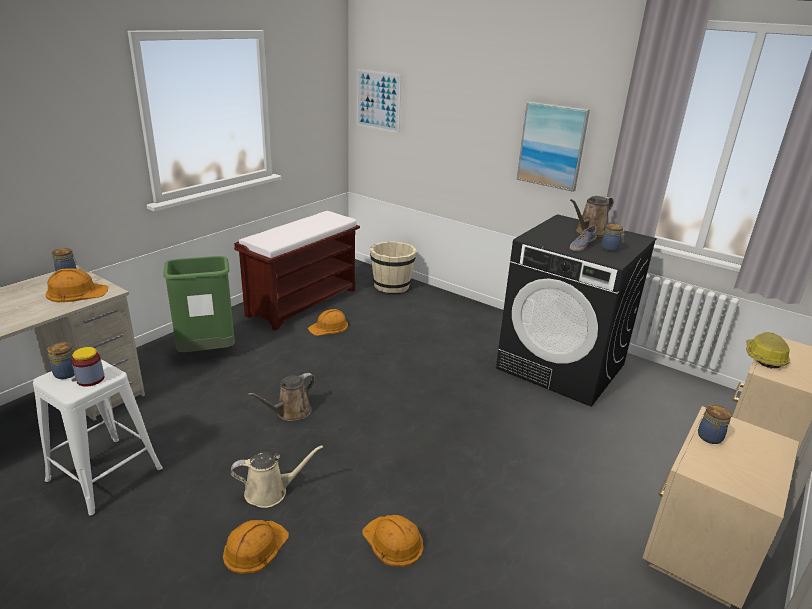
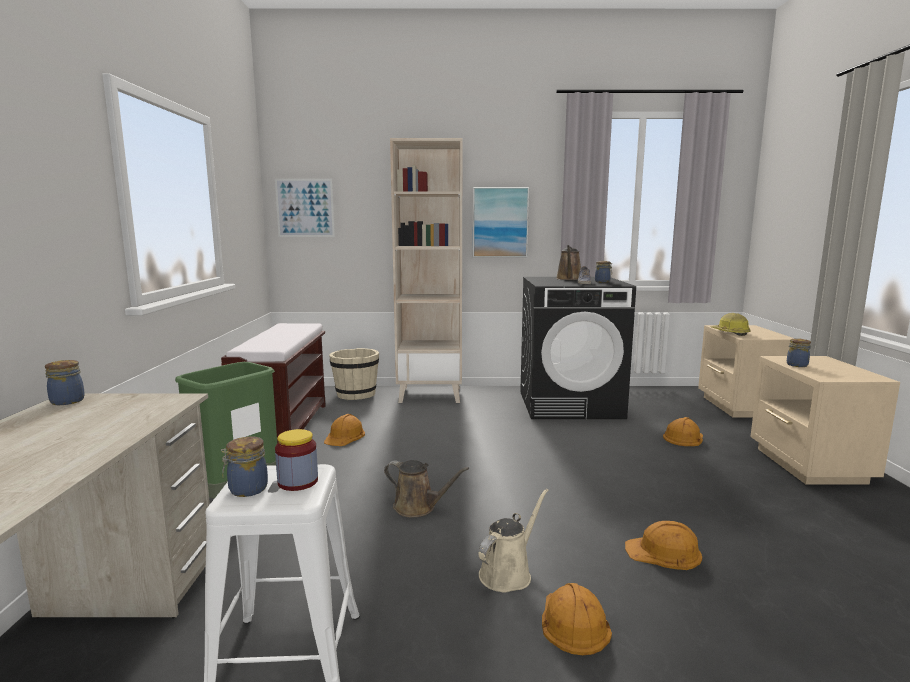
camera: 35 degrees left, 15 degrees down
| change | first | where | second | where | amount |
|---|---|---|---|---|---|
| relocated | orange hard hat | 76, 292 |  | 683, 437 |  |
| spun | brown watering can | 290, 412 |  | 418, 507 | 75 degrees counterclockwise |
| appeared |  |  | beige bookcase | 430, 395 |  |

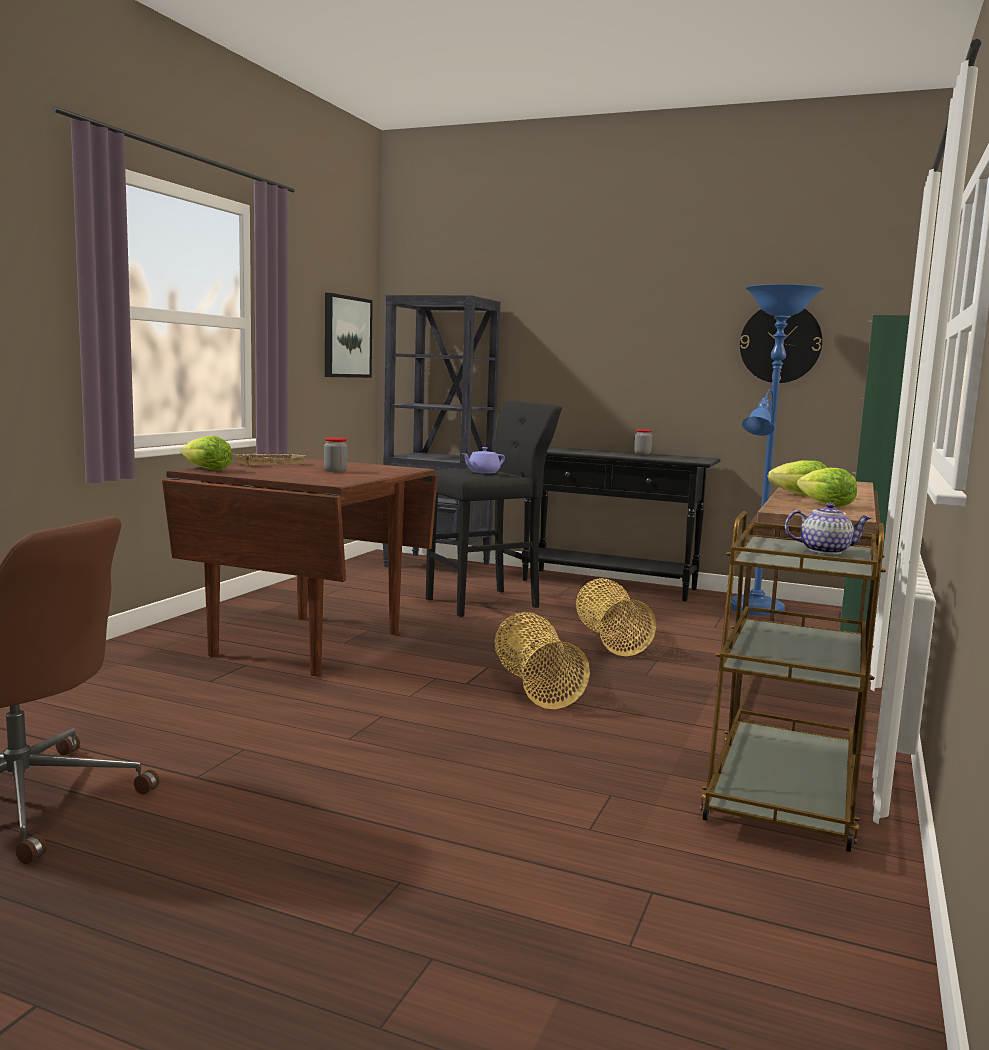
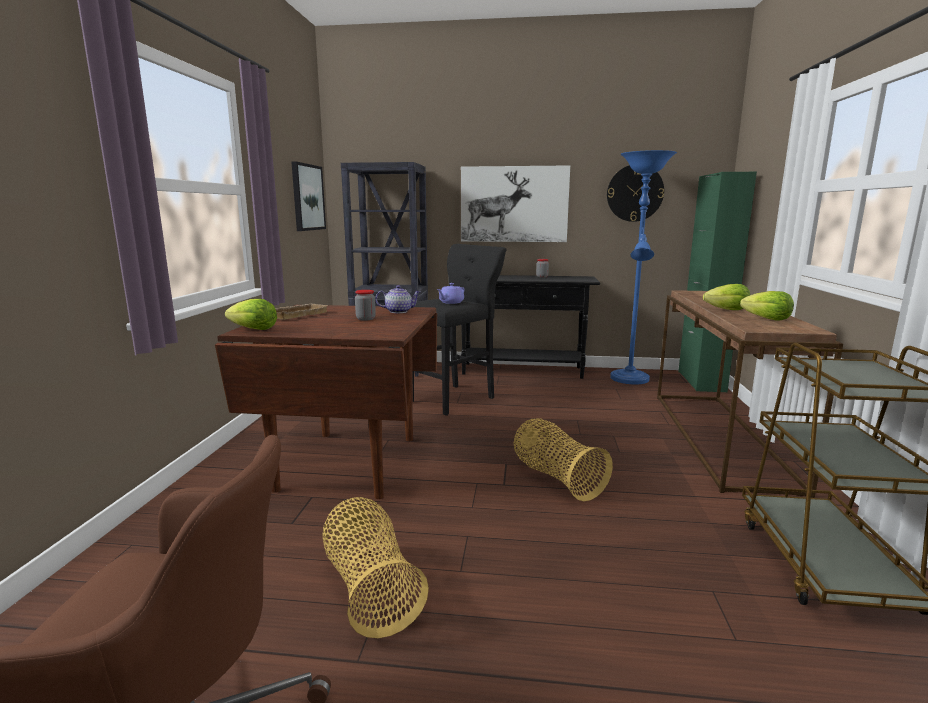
camera: 15 degrees left, 5 degrees up
| change | first | where | second | where | amount |
|---|---|---|---|---|---|
| relocated | teapot | 825, 550 |  | 399, 311 |  |
| relocated | basket | 610, 640 |  | 370, 588 |  |
| appeared |  |  | picture | 514, 204 |  |

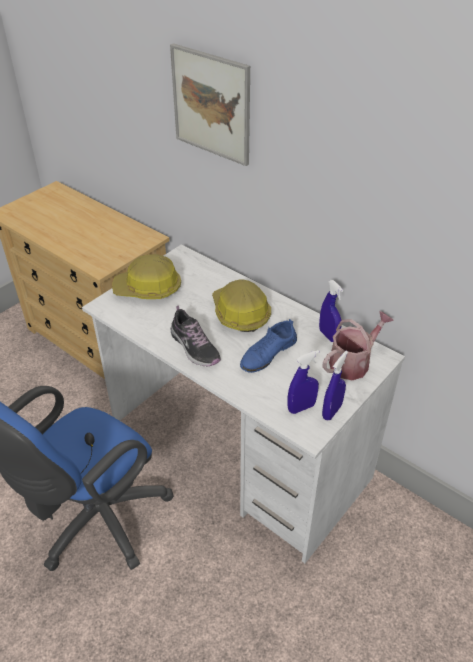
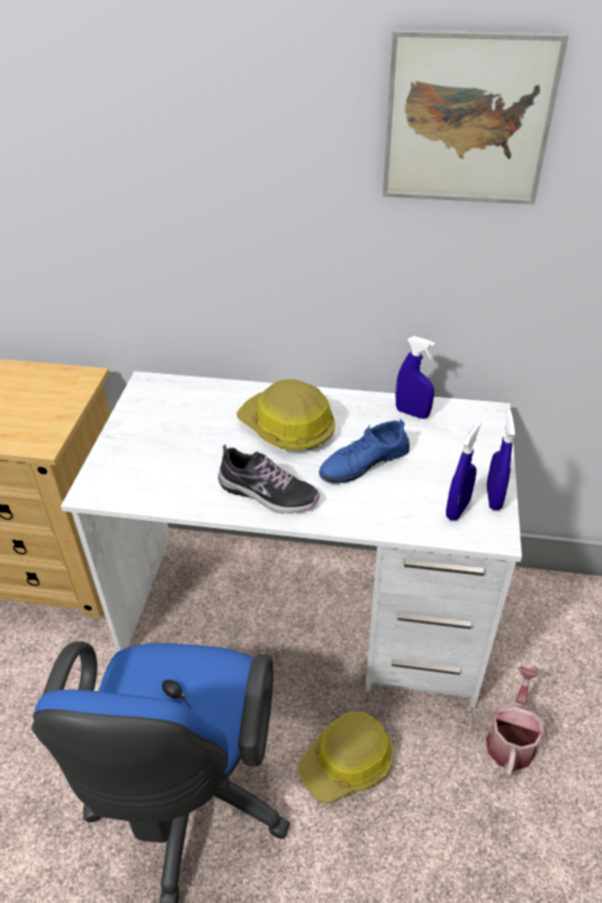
camera: 30 degrees left, 0 degrees up
| change | first | where | second | where | amount |
|---|---|---|---|---|---|
| relocated | picture | 211, 104 |  | 467, 120 |  |
| relocated | hard hat | 148, 289 |  | 348, 763 |  |
| relocated | watering can | 353, 363 |  | 511, 739 |  |
| spun | blue shoe | 268, 353 |  | 364, 462 | 45 degrees clockwise |

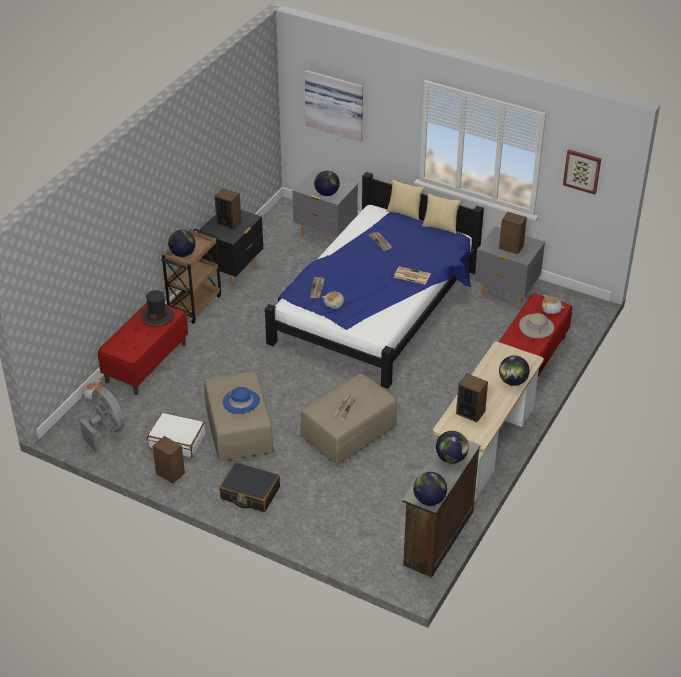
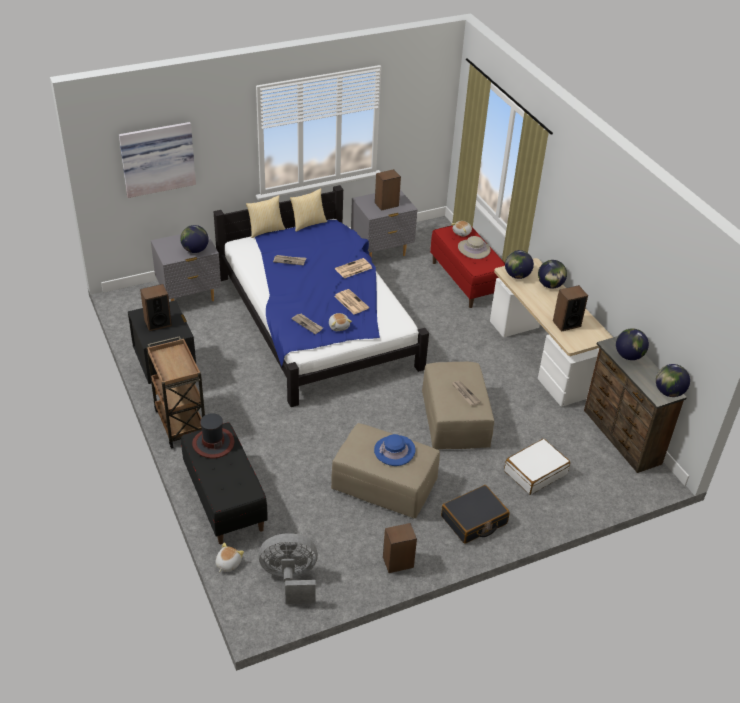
camera: 55 degrees left, 0 degrees up
| change | first | where | second | where | amount |
|---|---|---|---|---|---|
| missing | picture | 582, 171 |  |  |  |
| relocated | globe | 182, 254 |  | 517, 275 |  |
| colour | red bench | 146, 363 | black bench | 224, 499 |  |
| relocated | white suitcase | 177, 440 |  | 535, 472 |  |
| appeared |  |  | newspaper | 350, 302 |  |

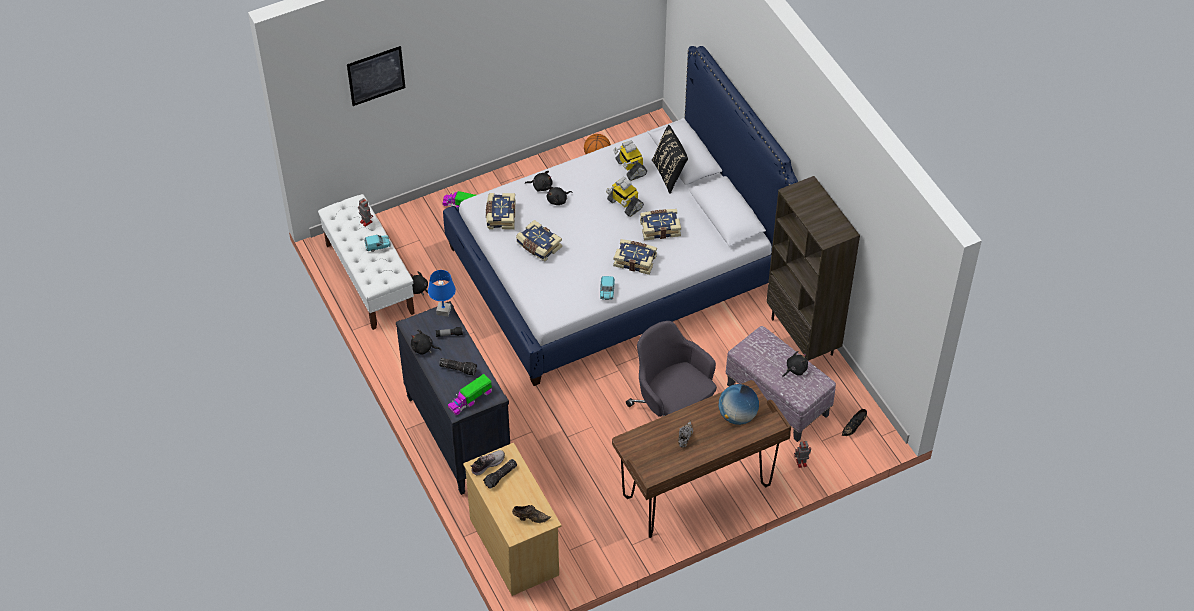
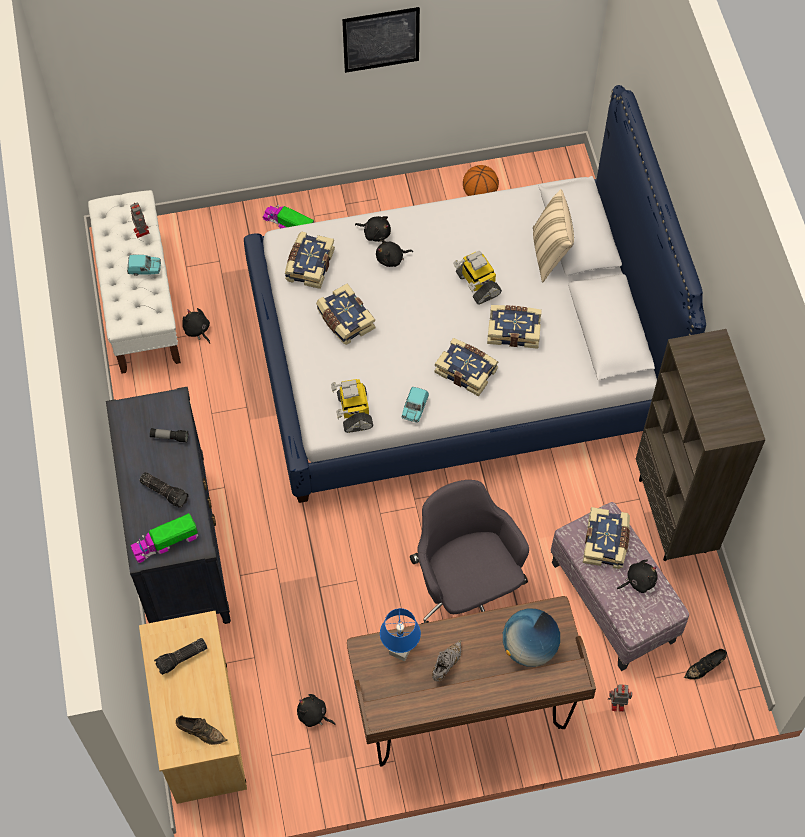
camera: 15 degrees right, 10 degrees up
| change | first | where | second | where | amount |
|---|---|---|---|---|---|
| relocated | picture | 376, 75 |  | 381, 39 |  |
| colour | black pillow | 669, 174 | beige pillow | 550, 253 |  |
| relocated | toy robot | 630, 168 |  | 353, 411 |  |
| relocated | blue table lamp | 444, 311 |  | 400, 650 |  |
| relocated | black plush toy | 423, 348 |  | 313, 715 |  |
| missing | shoe | 487, 464 |  |  |  |
| appeared |  |  | book | 606, 542 |  |

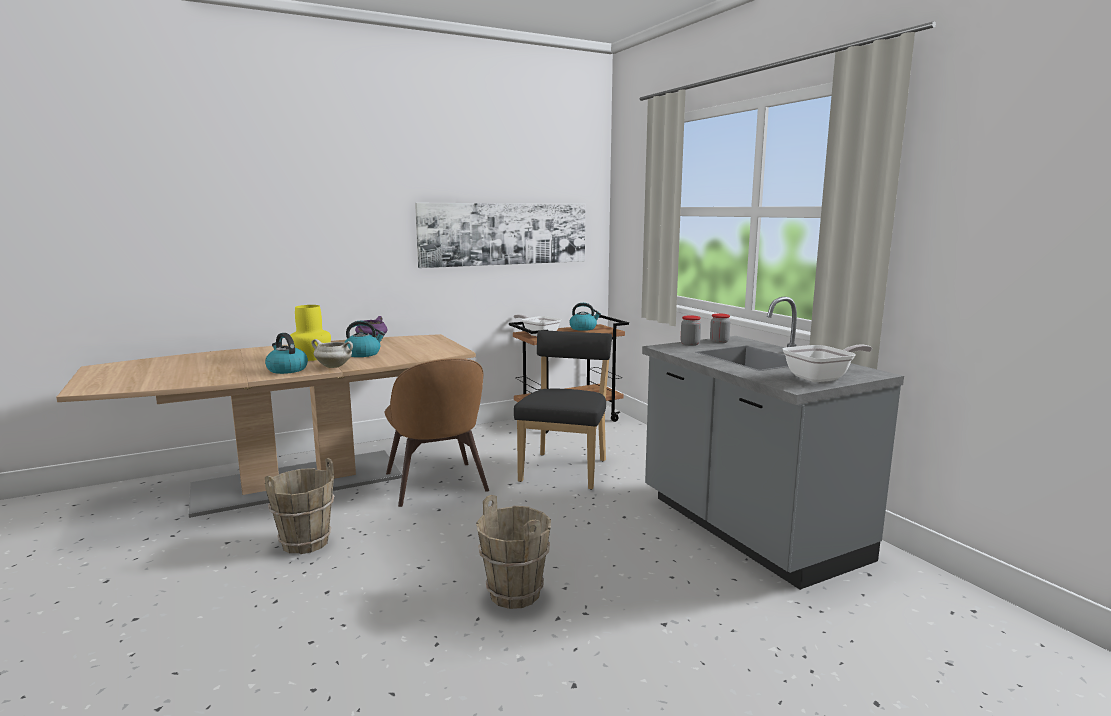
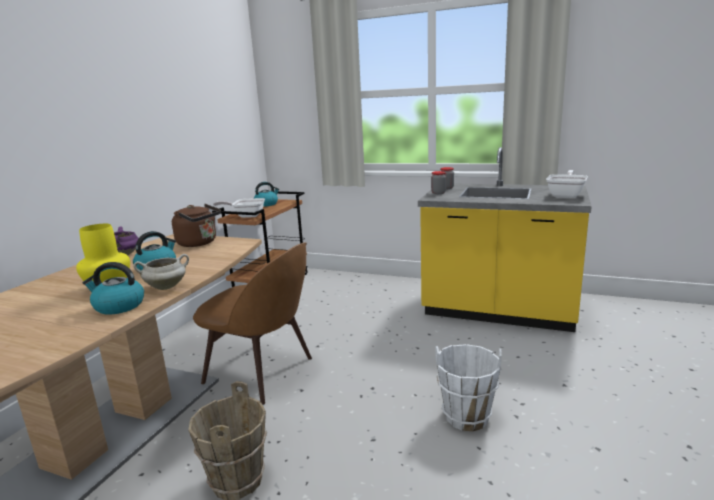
camera: 40 degrees left, 5 degrees up
| change | first | where | second | where | amount |
|---|---|---|---|---|---|
| missing | picture | 504, 234 |  |  |  |
| colour | grey counter | 748, 529 | yellow counter | 498, 311 |  |
| missing | black chair | 566, 469 |  |  |  |
| colour | brown bucket | 515, 593 | white bucket | 466, 417 |  |
| appeared |  |  | brown kettle | 199, 243 |  |

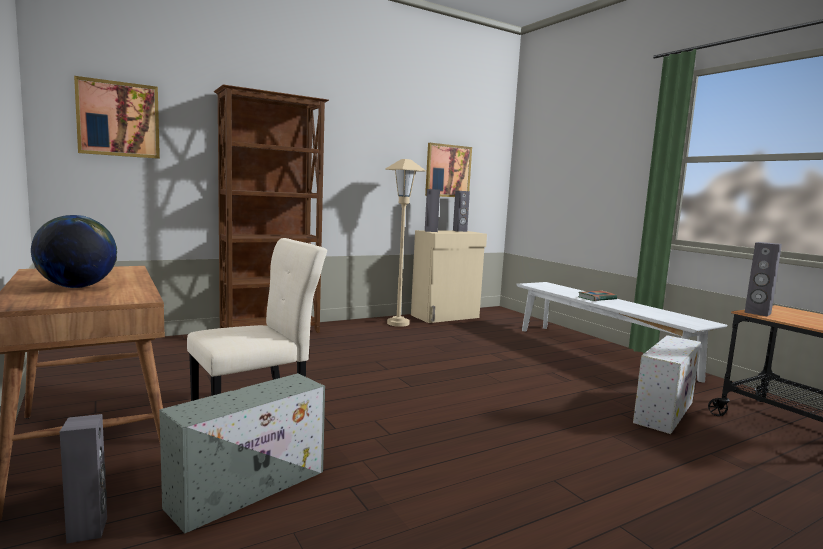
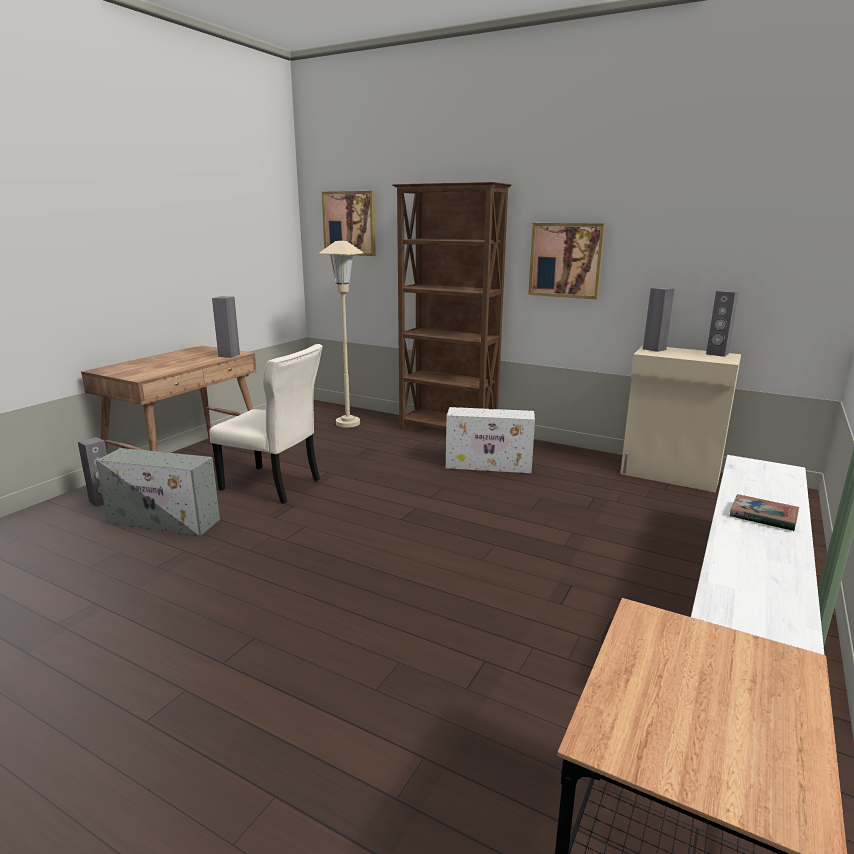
camera: 60 degrees right, 10 degrees up
| change | first | where | second | where | amount |
|---|---|---|---|---|---|
| relocated | picture | 447, 171 |  | 566, 260 |  |
| relocated | beige floor lamp | 398, 323 |  | 348, 423 |  |
| missing | globe | 77, 287 |  |  |  |
| relocated | grey speaker | 757, 313 |  | 229, 355 |  |
| relocated | white storage box | 664, 411 |  | 490, 465 |  |

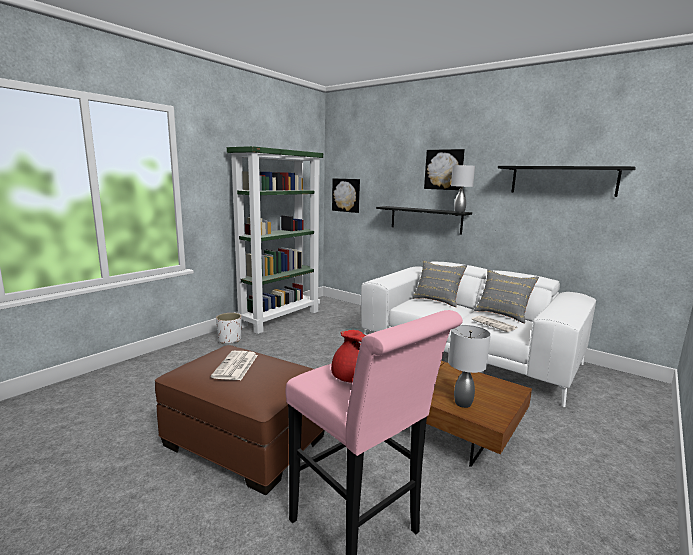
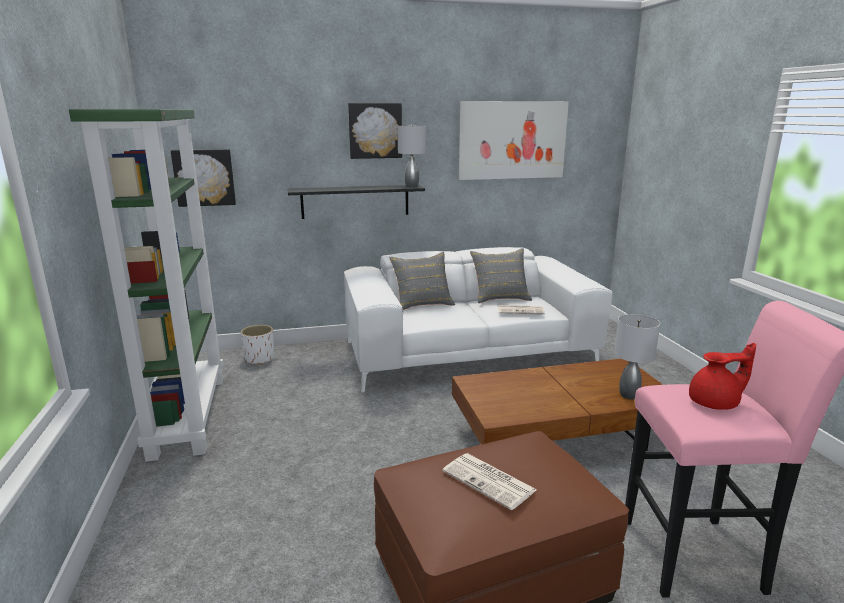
camera: 50 degrees left, 5 degrees up
| change | first | where | second | where | amount |
|---|---|---|---|---|---|
| exchanged | black shelf | 562, 180 | picture | 512, 140 |  |
| relocated | white planter | 230, 339 |  | 259, 359 |  |

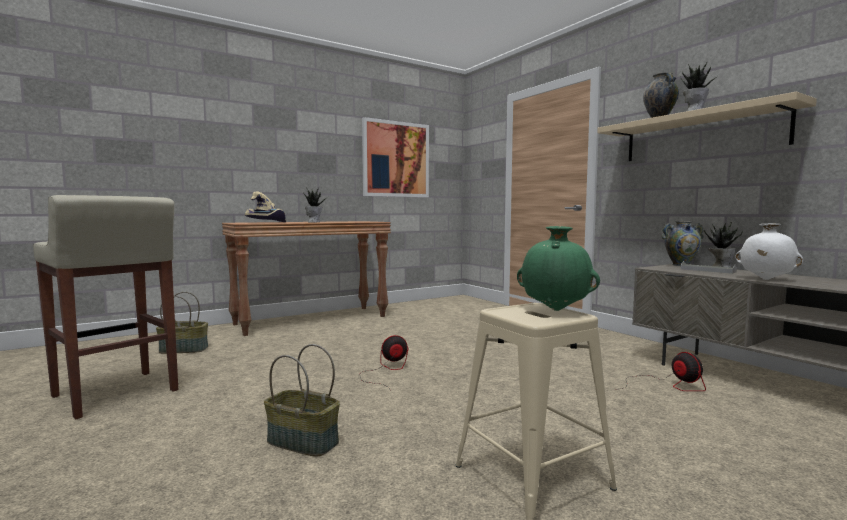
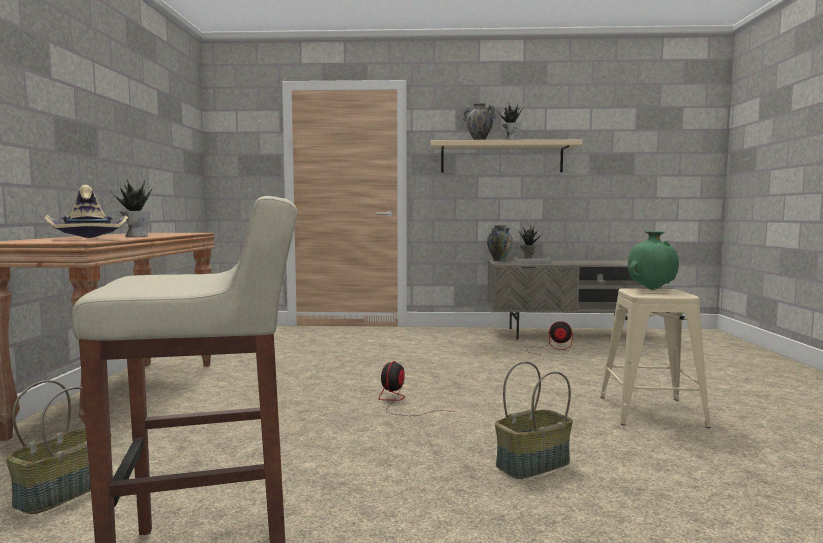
camera: 55 degrees left, 0 degrees up
| change | first | where | second | where | amount |
|---|---|---|---|---|---|
| missing | picture | 396, 159 |  |  |  |
| missing | white vase | 765, 279 |  |  |  |

